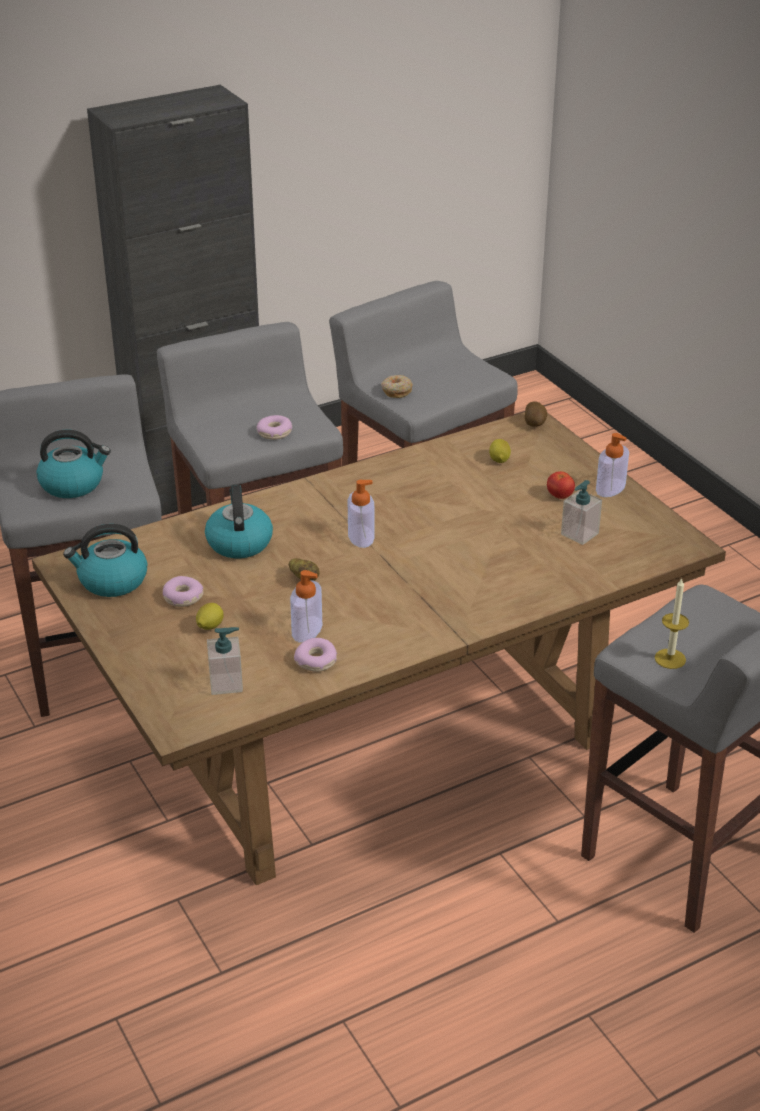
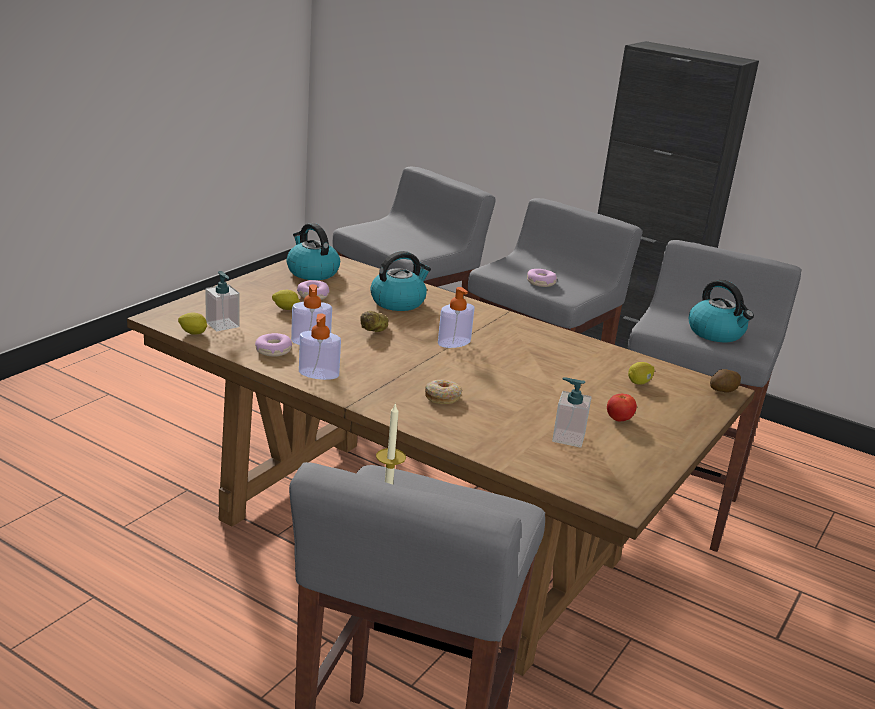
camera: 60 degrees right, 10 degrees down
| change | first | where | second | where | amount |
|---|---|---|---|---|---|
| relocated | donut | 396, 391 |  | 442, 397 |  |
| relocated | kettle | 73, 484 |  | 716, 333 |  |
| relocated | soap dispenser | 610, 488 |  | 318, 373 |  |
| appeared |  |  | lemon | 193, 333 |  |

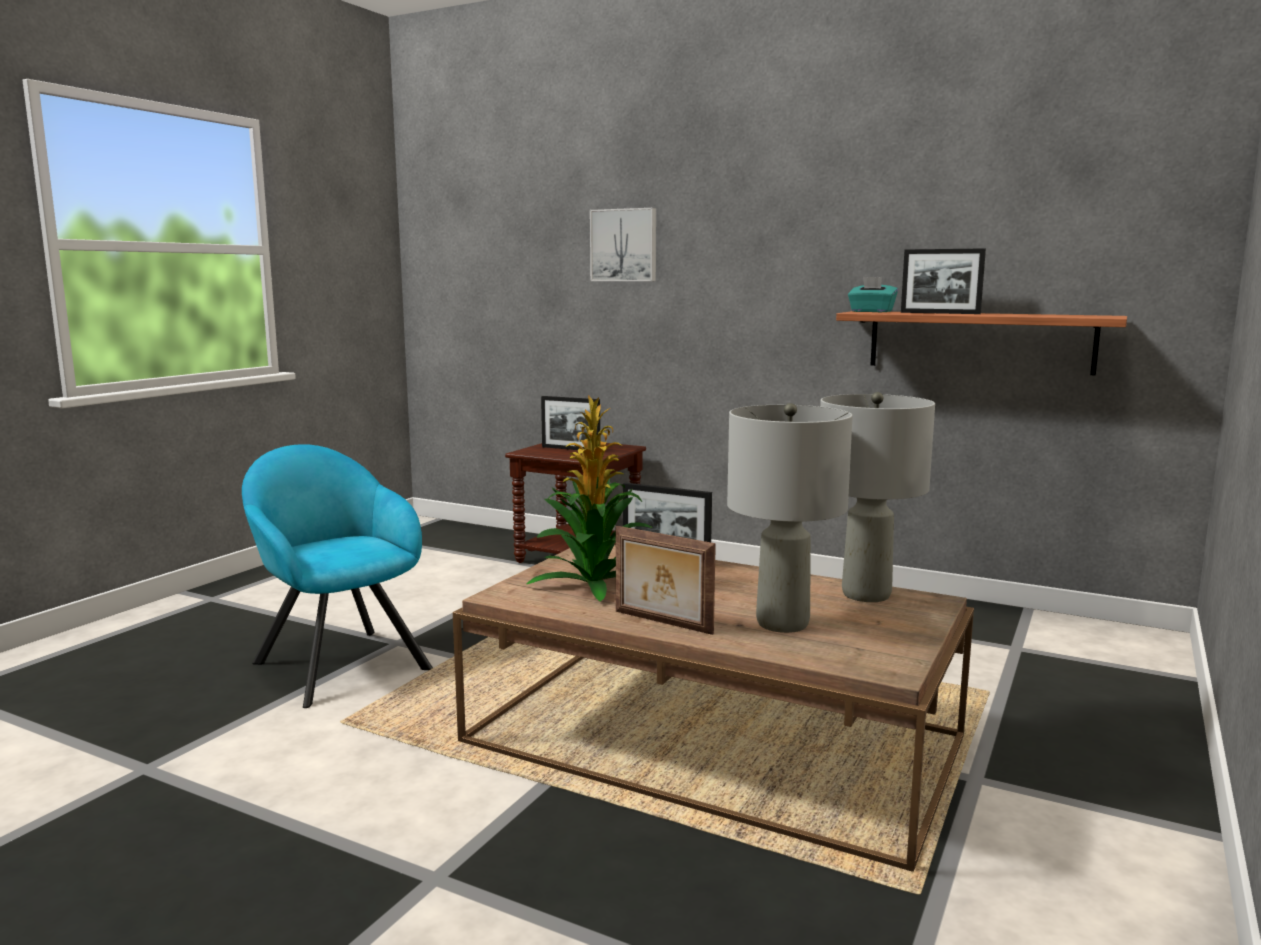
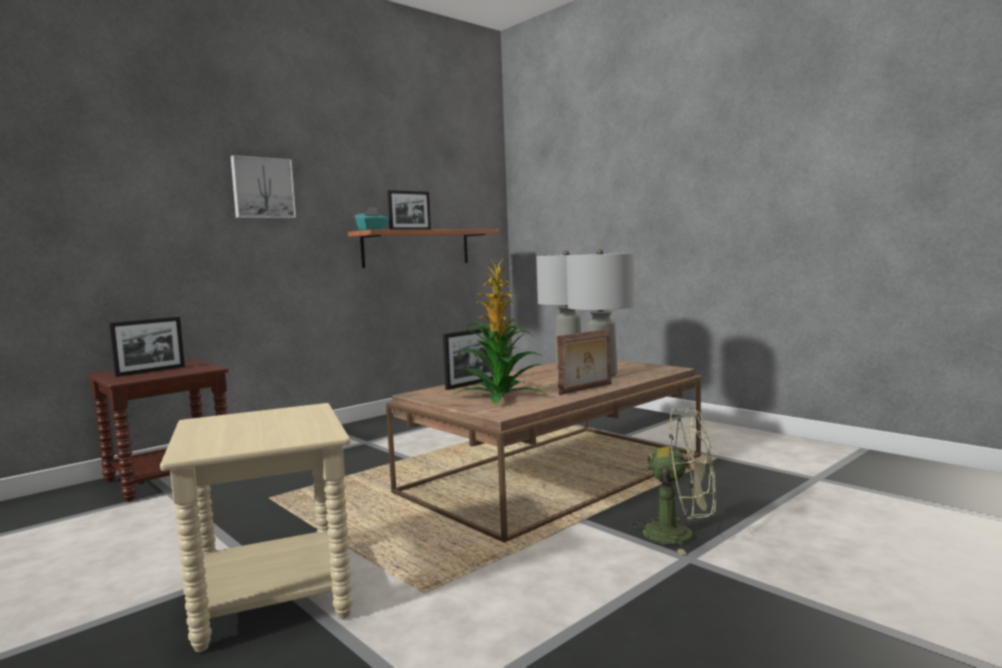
camera: 70 degrees left, 5 degrees down
| change | first | where | second | where | amount |
|---|---|---|---|---|---|
| relocated | picture | 624, 245 |  | 262, 188 |  |
| exchanged | turquoise armchair | 338, 662 | beige side table | 270, 597 |  |
| appeared |  |  | green fan | 680, 535 |  |

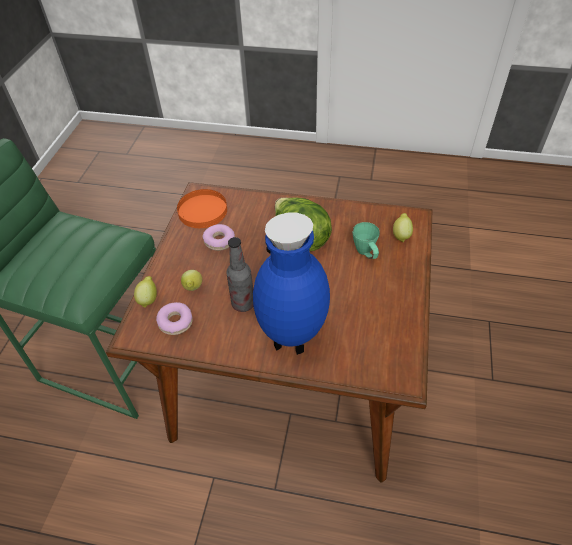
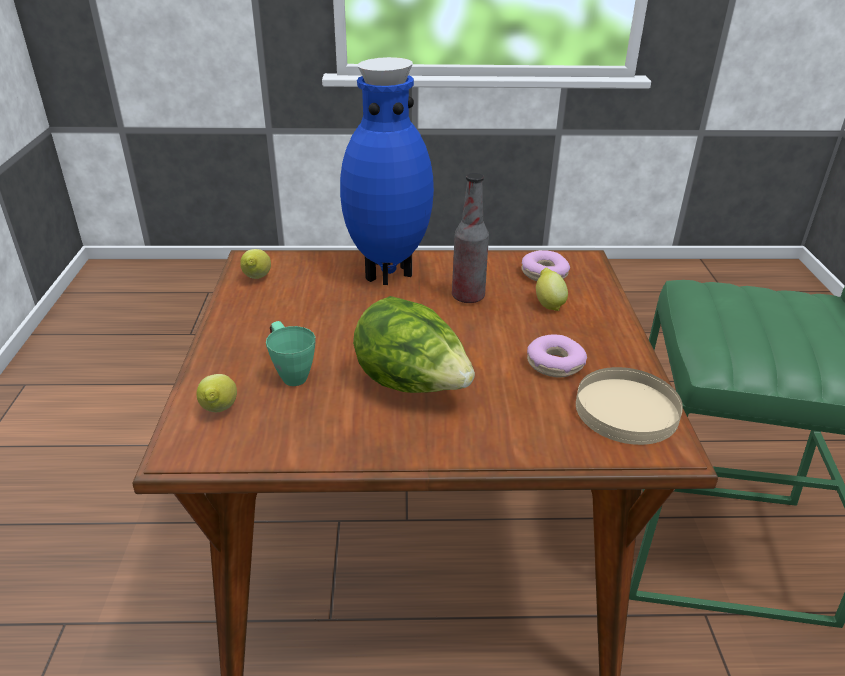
camera: 165 degrees right, 15 degrees down
| change | first | where | second | where | amount |
|---|---|---|---|---|---|
| colour | orange plate | 203, 211 | beige plate | 625, 409 |  |
| relocated | lemon | 148, 299 |  | 257, 279 |  |

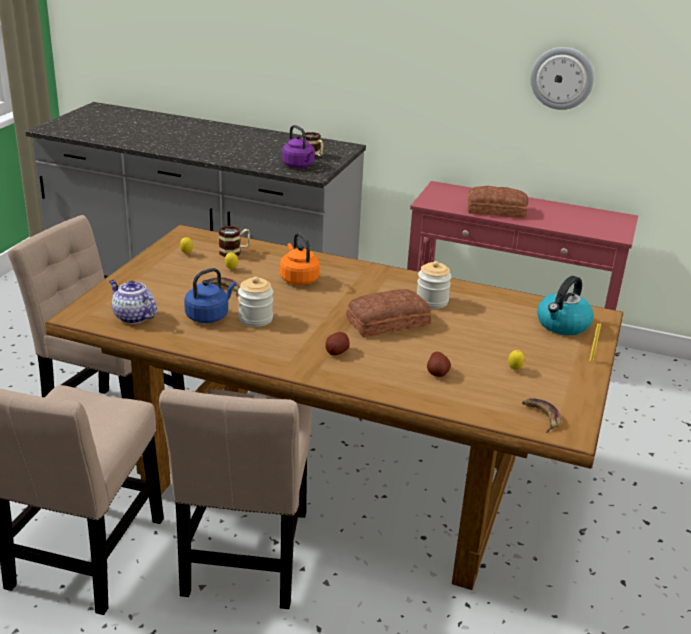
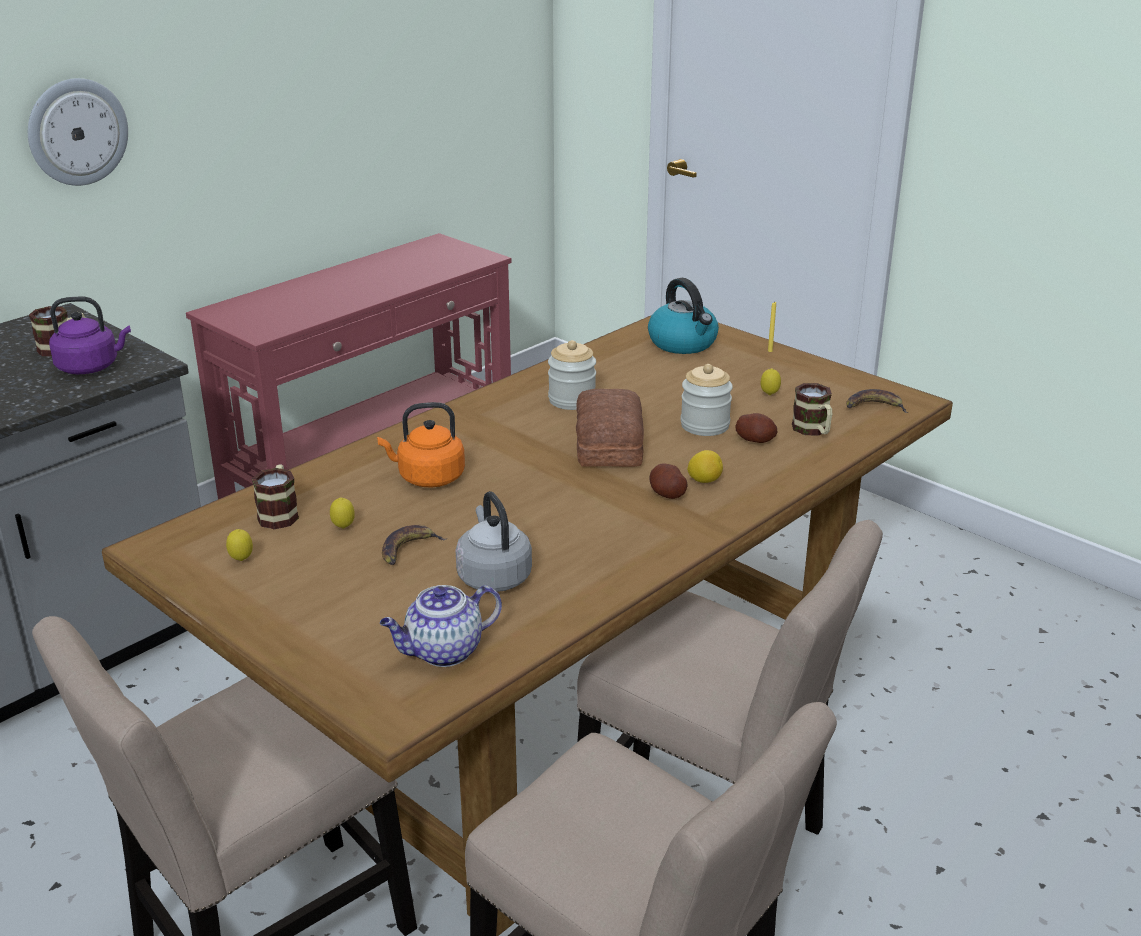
camera: 65 degrees left, 0 degrees up
| change | first | where | second | where | amount |
|---|---|---|---|---|---|
| relocated | wall clock | 562, 78 |  | 77, 132 |  |
| missing | bread | 496, 211 |  |  |  |
| colour | blue kettle | 209, 316 | grey kettle | 493, 576 |  |
| relocated | jar | 255, 319 |  | 705, 425 |  |
| appeared |  |  | mug | 813, 431 |  |
| appeared |  |  | lemon | 704, 480 |  |

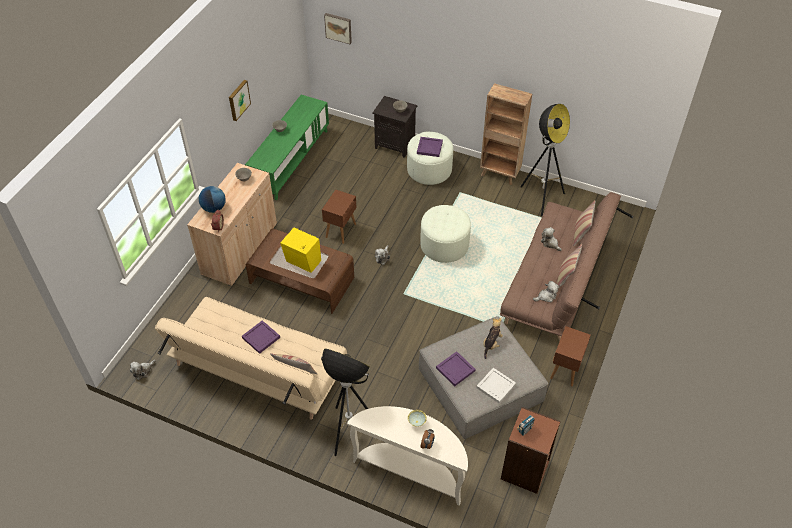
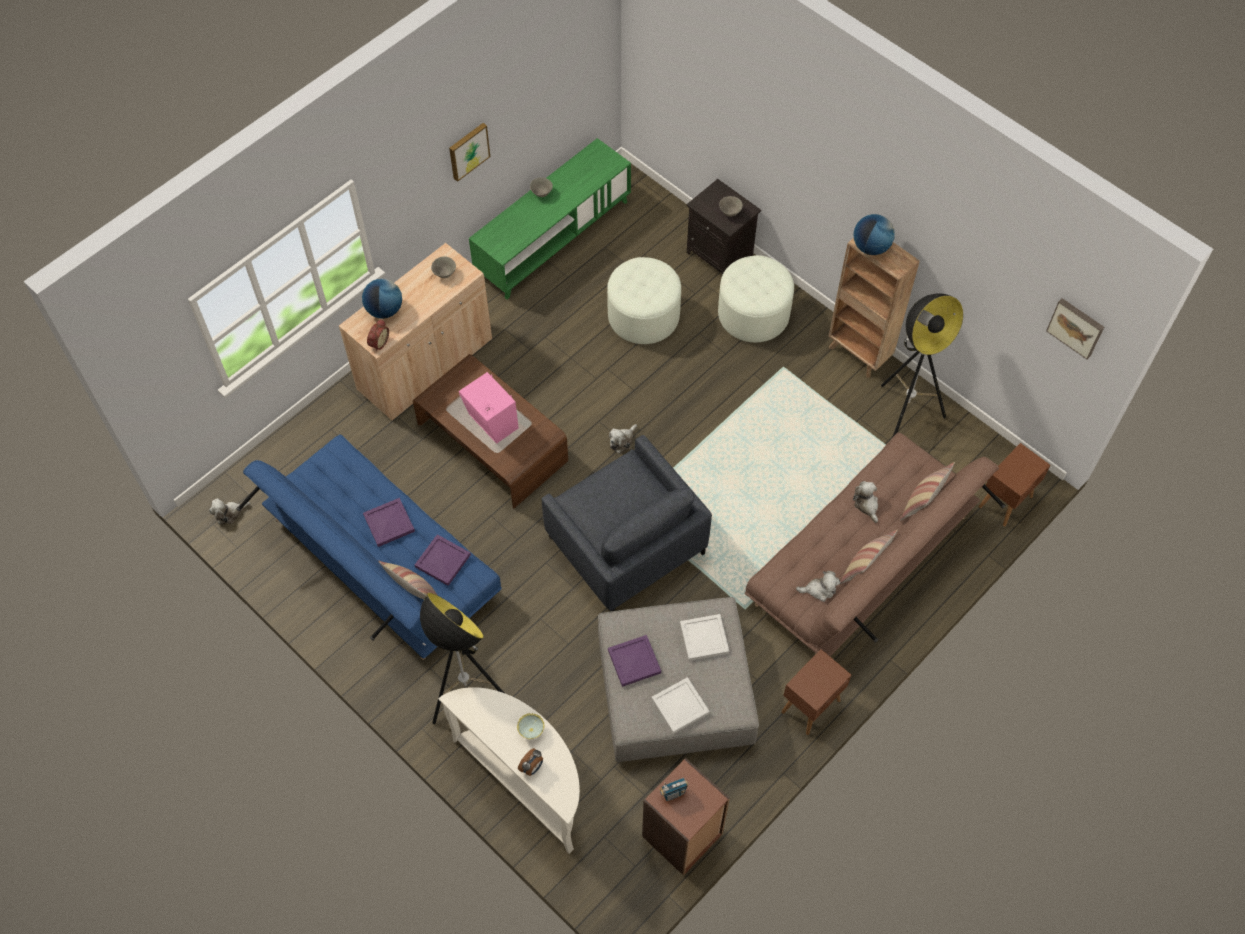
camera: 20 degrees right, 10 degrees up
| change | first | where | second | where | amount |
|---|---|---|---|---|---|
| relocated | picture | 338, 27 |  | 1076, 327 |  |
| relocated | purple tray | 430, 148 |  | 443, 562 |  |
| relocated | brown side table | 340, 231 |  | 1005, 502 |  |
| relocated | white ottoman | 444, 245 |  | 643, 316 |  |
| colour | yellow speaker | 303, 262 | pink speaker | 492, 423 |  |
| colour | beige sofa | 258, 369 | blue sofa | 381, 560 |  |
| exchanged | plush toy | 491, 344 | white tray | 703, 639 |  |
| appeared |  |  | globe | 871, 247 |  |
| appeared |  |  | grey armchair | 625, 545 |  |

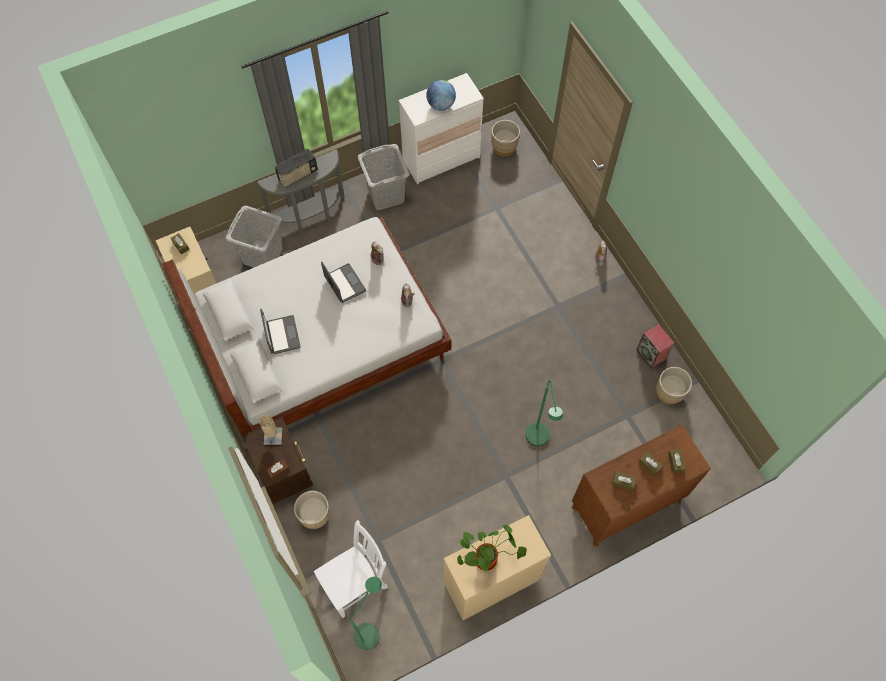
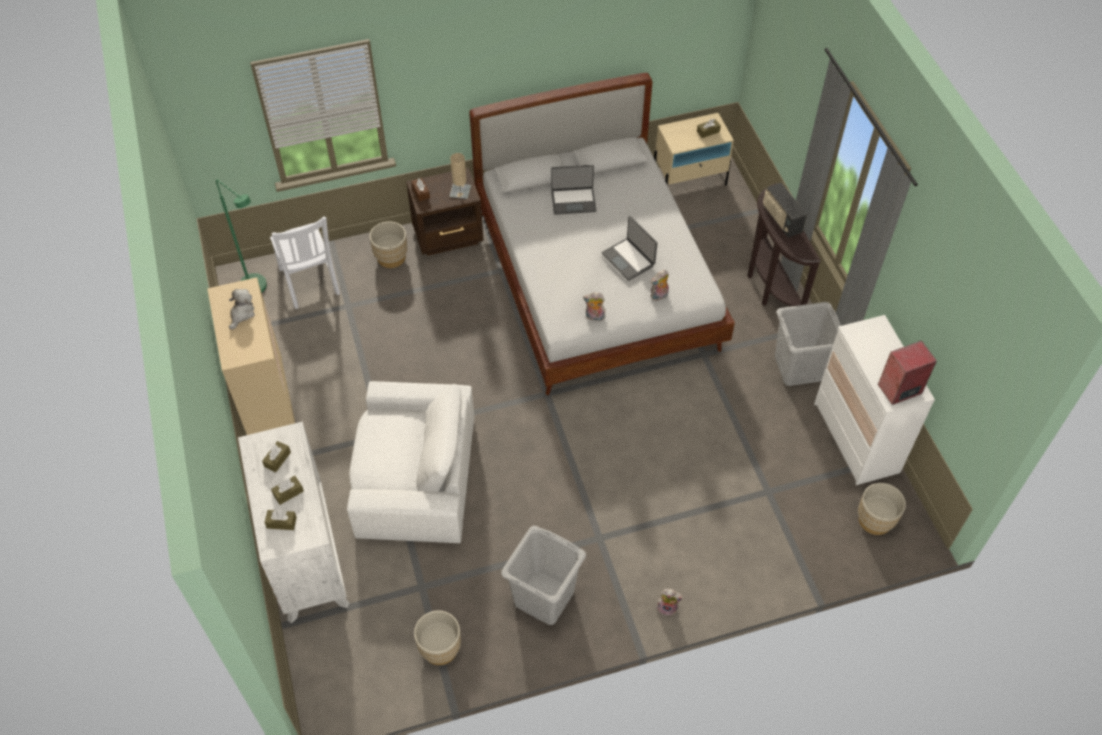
camera: 100 degrees right, 10 degrees down
| change | first | where | second | where | amount |
|---|---|---|---|---|---|
| missing | globe | 441, 104 |  |  |  |
| colour | grey console table | 311, 218 | brown console table | 769, 288 |  |
| relocated | grey laundry basket | 263, 255 |  | 544, 597 |  |
| spun | laptop | 344, 284 |  | 629, 259 | 75 degrees clockwise |
| relocated | speaker | 651, 354 |  | 899, 389 |  |
| exchanged | green floor lamp | 538, 441 | white armchair | 415, 477 |  |
| colour | brown dresser | 626, 504 | white dresser | 307, 557 |  |
| exchanged | potted plant | 487, 557 | plush toy | 242, 314 |  |

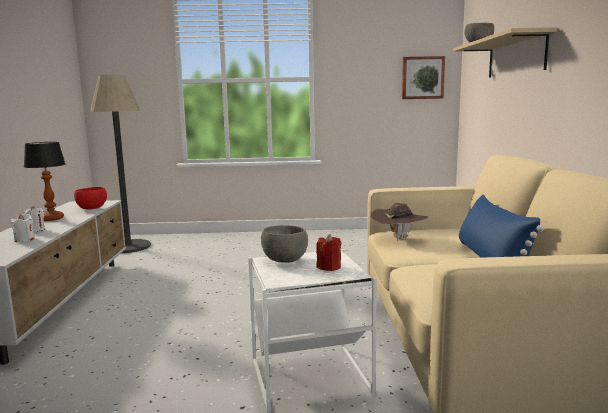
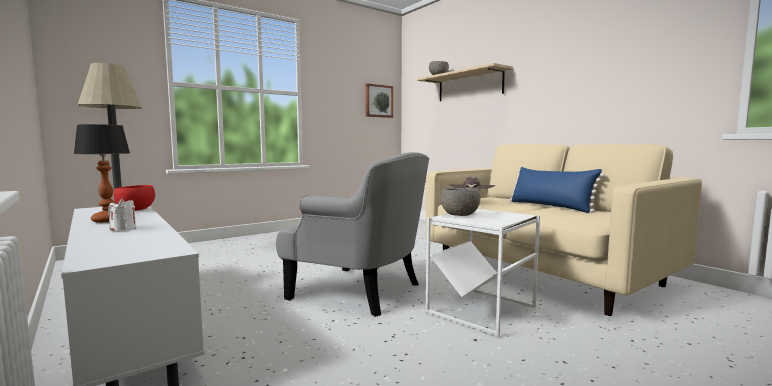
camera: 35 degrees left, 5 degrees down
| change | first | where | second | where | amount |
|---|---|---|---|---|---|
| missing | white candle | 24, 240 |  |  |  |
| missing | red candle | 329, 267 |  |  |  |
| appeared |  |  | grey armchair | 360, 290 |  |

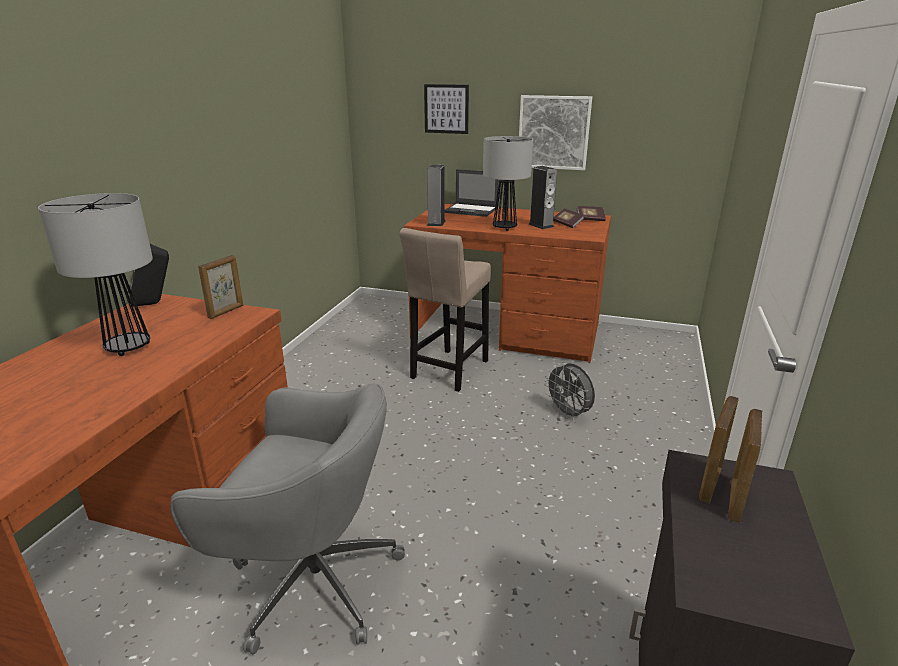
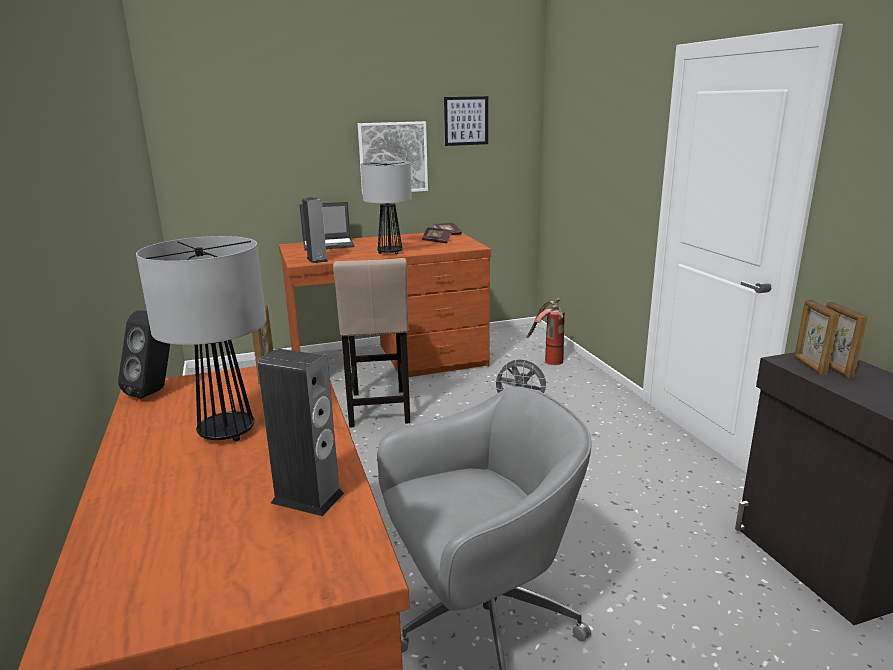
camera: 35 degrees left, 5 degrees down
| change | first | where | second | where | amount |
|---|---|---|---|---|---|
| relocated | picture | 446, 109 |  | 466, 121 |  |
| relocated | speaker | 541, 225 |  | 307, 498 |  |
| appeared |  |  | fire extinguisher | 547, 360 |  |

